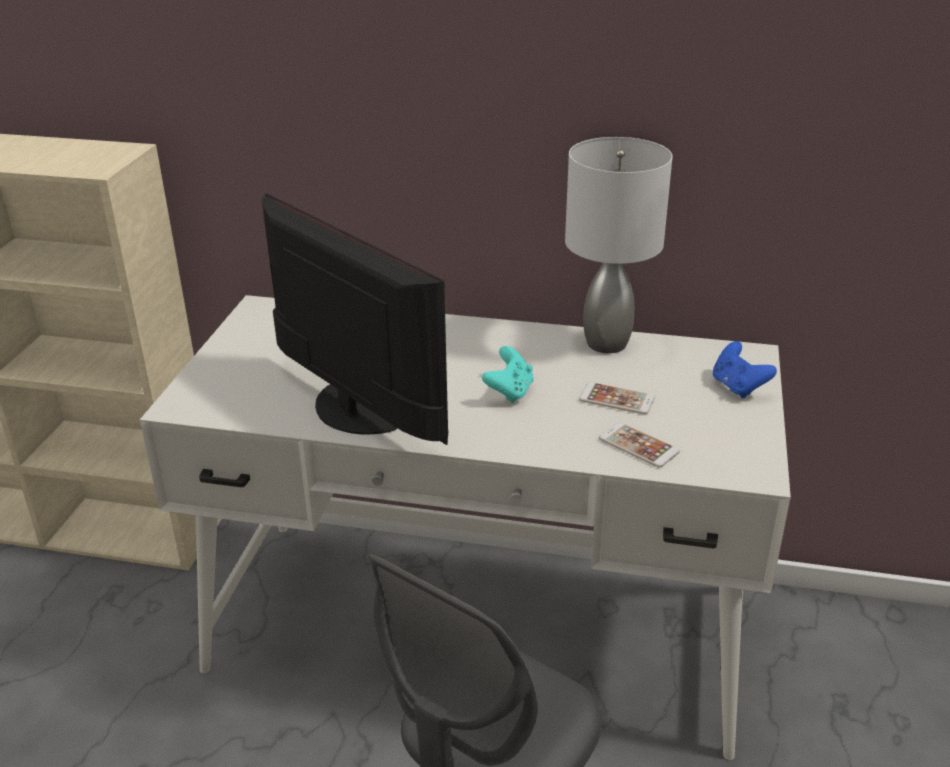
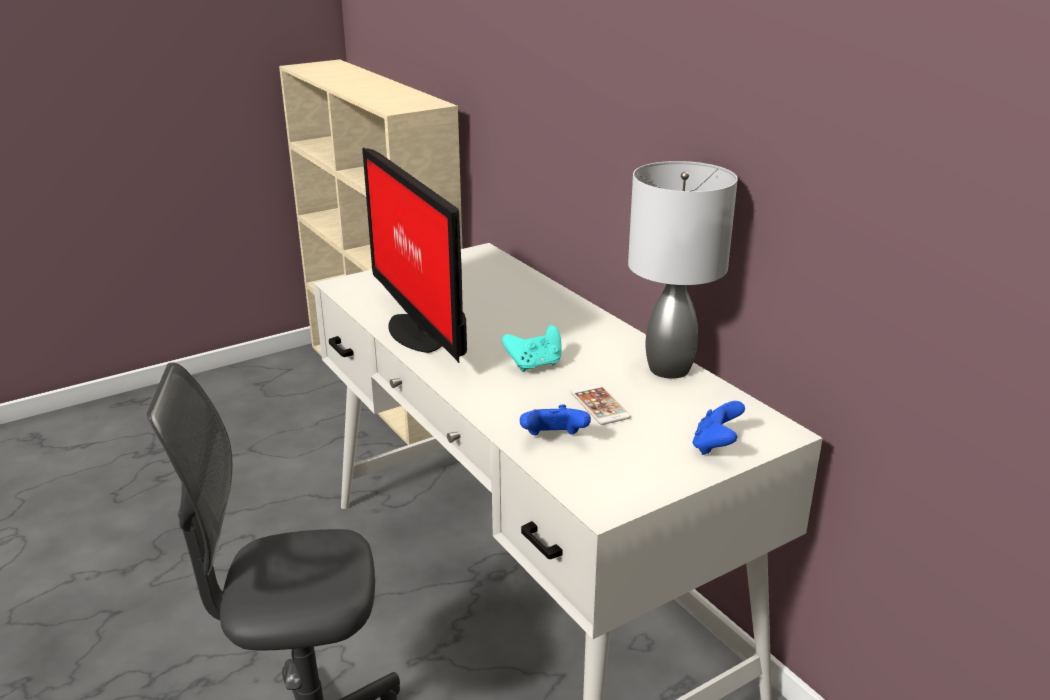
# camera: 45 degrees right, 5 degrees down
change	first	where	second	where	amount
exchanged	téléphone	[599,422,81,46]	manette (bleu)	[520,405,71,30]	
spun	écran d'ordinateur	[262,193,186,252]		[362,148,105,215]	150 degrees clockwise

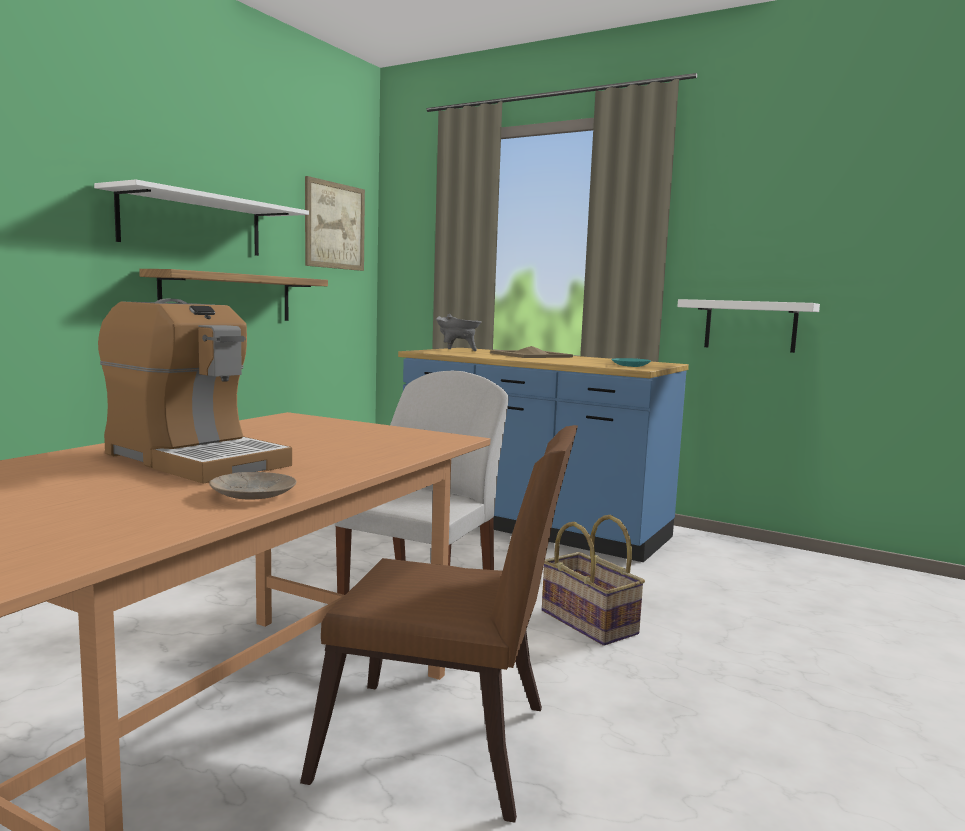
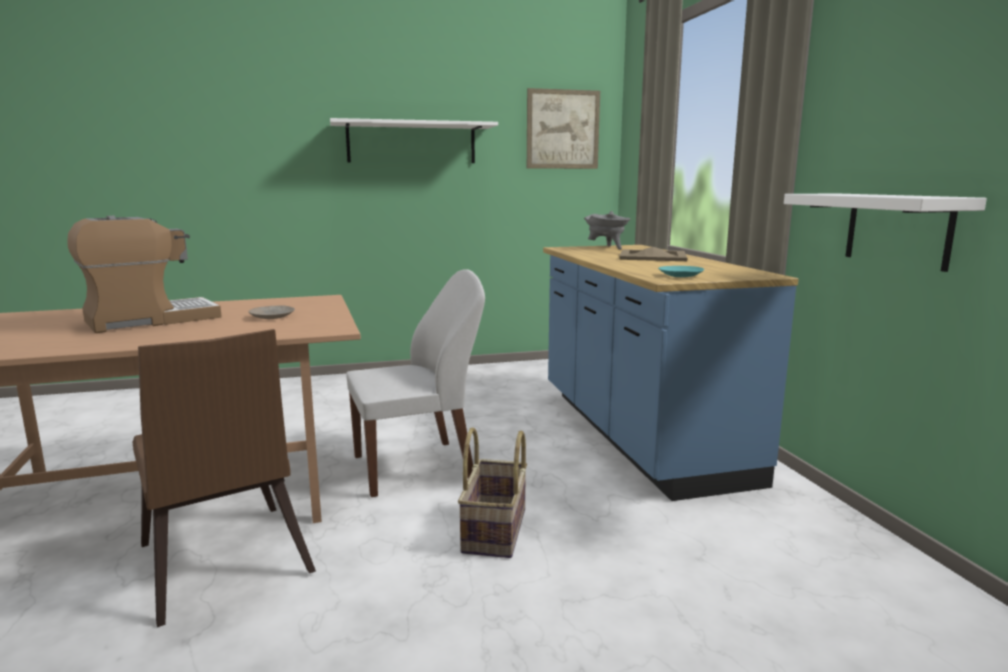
# camera: 45 degrees right, 5 degrees up
change	first	where	second	where	amount
missing	étagère	[139,269,189,52]			
relocated	assiette (beige)	[209,472,88,28]		[248,305,47,14]	
spun	machine à café	[98,299,194,185]		[68,216,154,117]	120 degrees counterclockwise

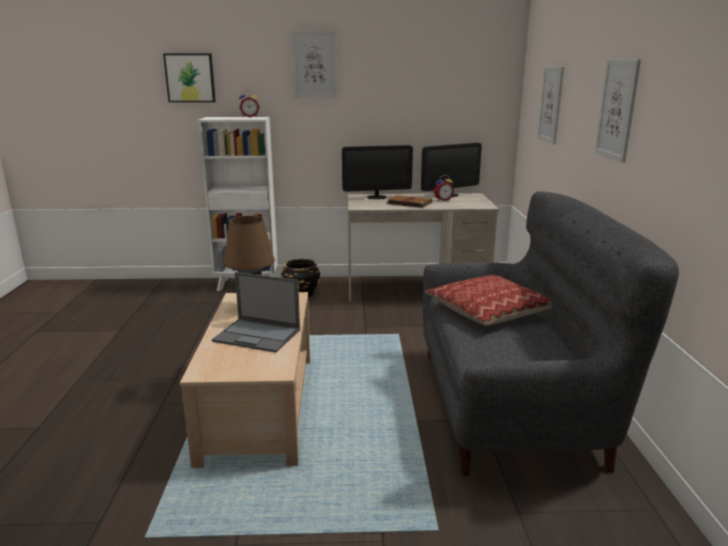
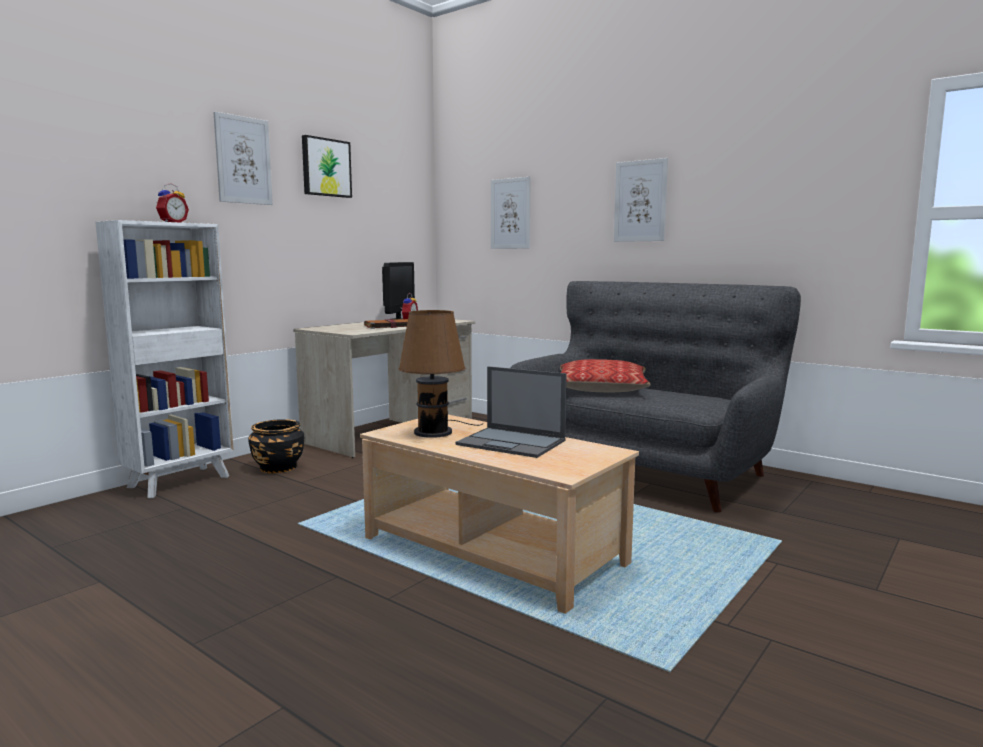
# camera: 50 degrees left, 10 degrees down
change	first	where	second	where	amount
missing	écran d'ordinateur	[342,145,71,54]			
relocated	tableau	[163,53,53,49]		[302,135,50,63]	
spun	ordinateur portable	[212,272,88,81]		[455,366,112,92]	60 degrees clockwise

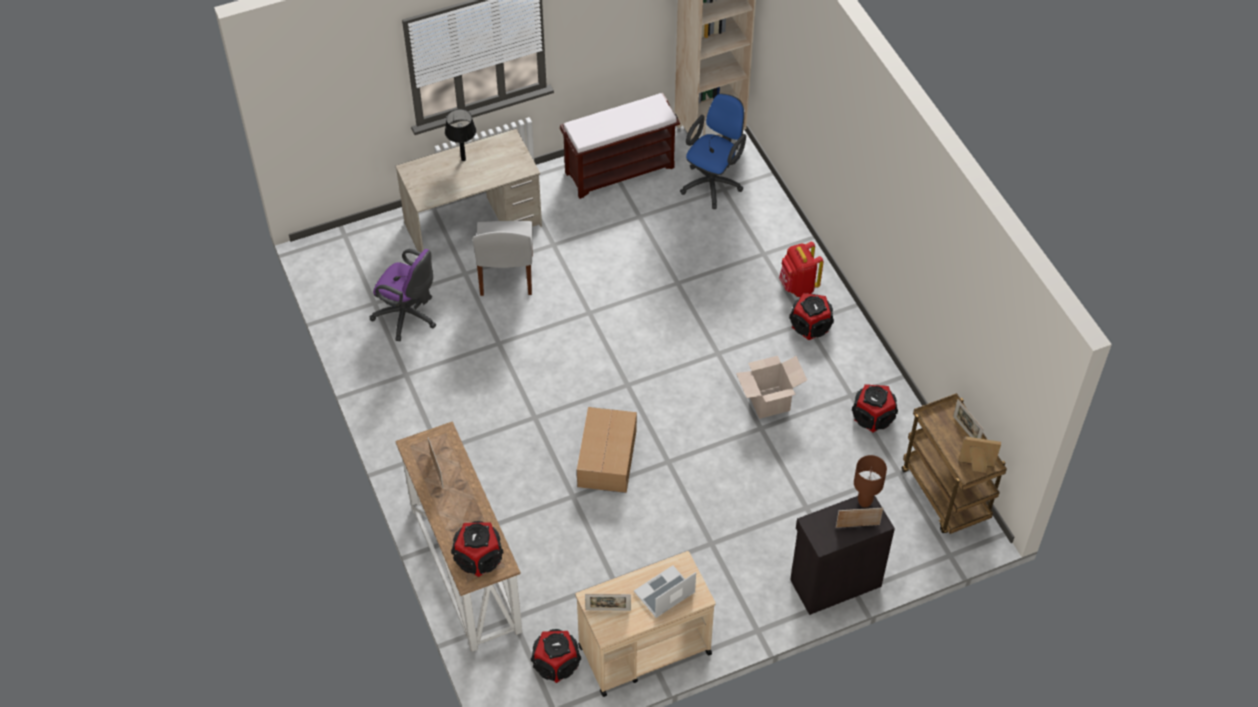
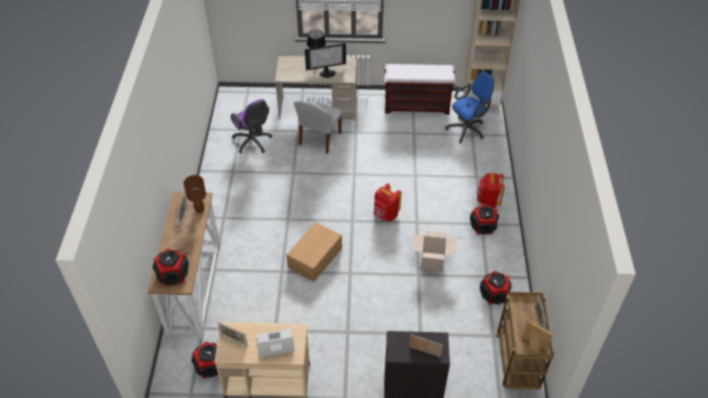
# camera: 25 degrees right, 5 degrees down
change	first	where	second	where	amount
appeared			écran d'ordinateur	[305,43,41,35]	
appeared			sac à dos (rouge)	[374,183,27,39]	
relocated	lampe de table (marron)	[854,455,33,53]		[183,175,23,38]	

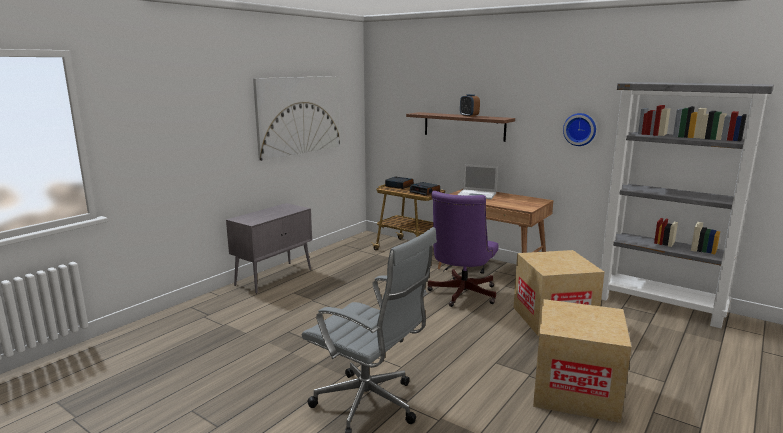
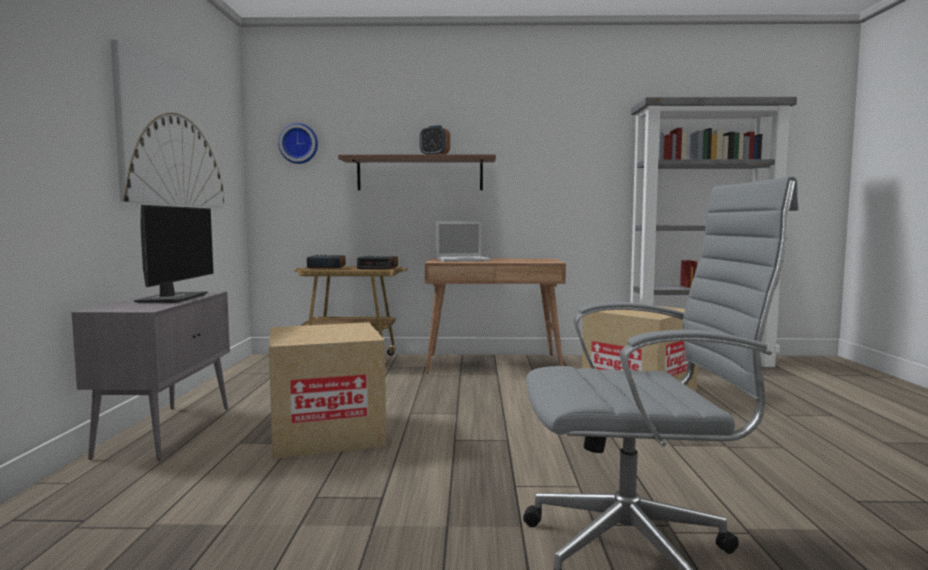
# camera: 35 degrees left, 10 degrees down
change	first	where	second	where	amount
missing	chaise de bureau (violet)	[427,191,71,116]			
appeared			écran d'ordinateur	[134,205,80,98]	
relocated	carton	[533,299,99,124]		[269,322,117,137]	
relocated	horloge murale	[563,113,33,33]		[278,123,40,41]	

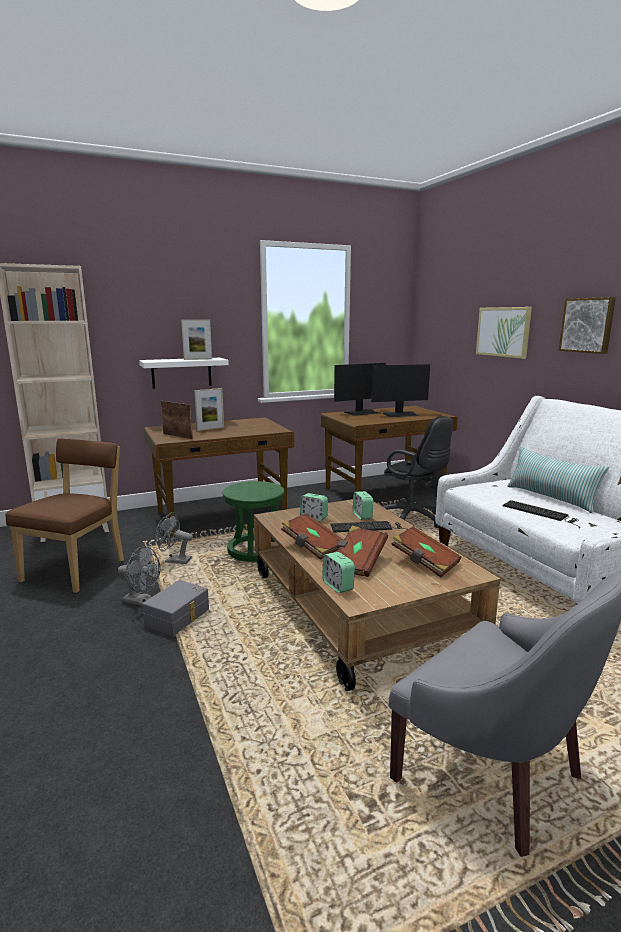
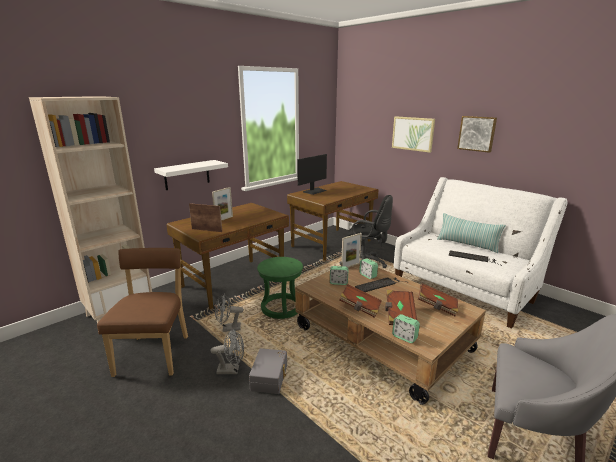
# camera: 20 degrees left, 5 degrees up
change	first	where	second	where	amount
missing	écran d'ordinateur	[371,364,59,53]			
relocated	cadre photo	[181,319,31,41]		[341,233,21,35]	

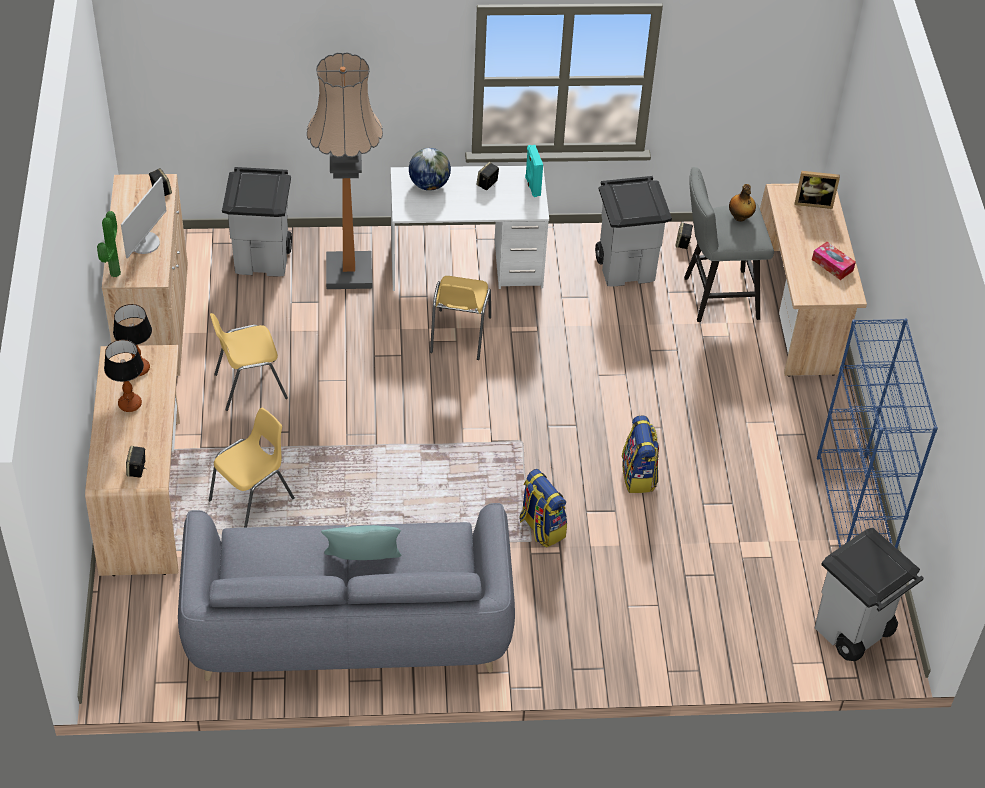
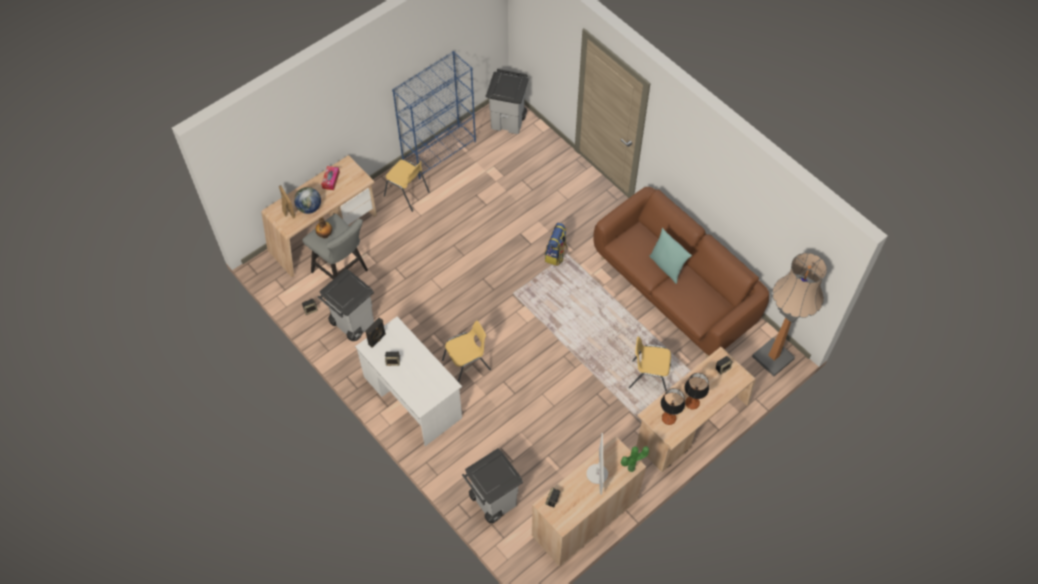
# camera: 125 degrees left, 10 degrees up
change	first	where	second	where	amount
missing	sac à dos	[622,416,37,77]			
relocated	chaise (jaune)	[210,313,78,98]		[384,160,46,52]	
relocated	lampadaire	[307,52,76,237]		[752,252,75,124]	
relocated	globe	[409,148,42,43]		[294,187,27,27]	
colour	canapé (gris)	[178,503,337,178]	canapé (marron)	[593,187,176,171]	
colour	enceinte (turquoise)	[525,145,18,52]	enceinte (noir)	[365,318,21,30]	
spun	écran d'ordinateur	[121,177,46,82]		[586,433,22,62]	105 degrees clockwise

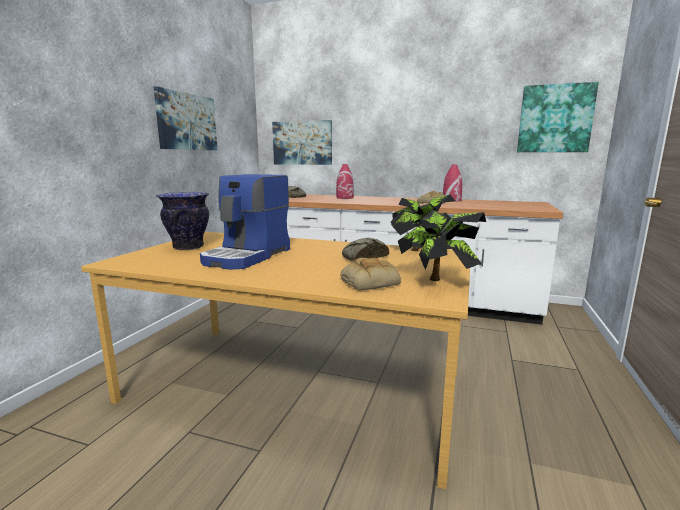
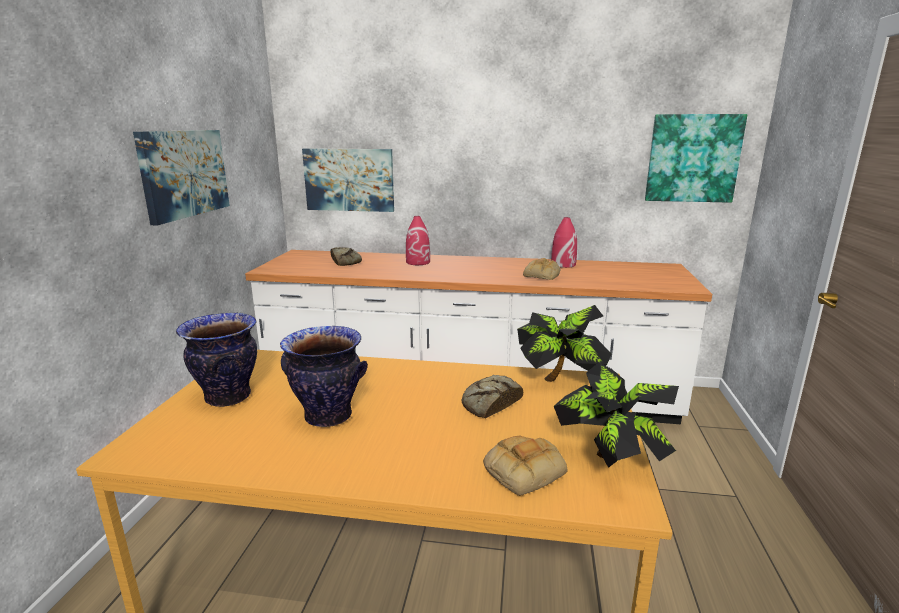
# camera: 10 degrees left, 5 degrees up
change	first	where	second	where	amount
exchanged	machine à café	[200,174,90,96]	vase	[280,326,88,101]	

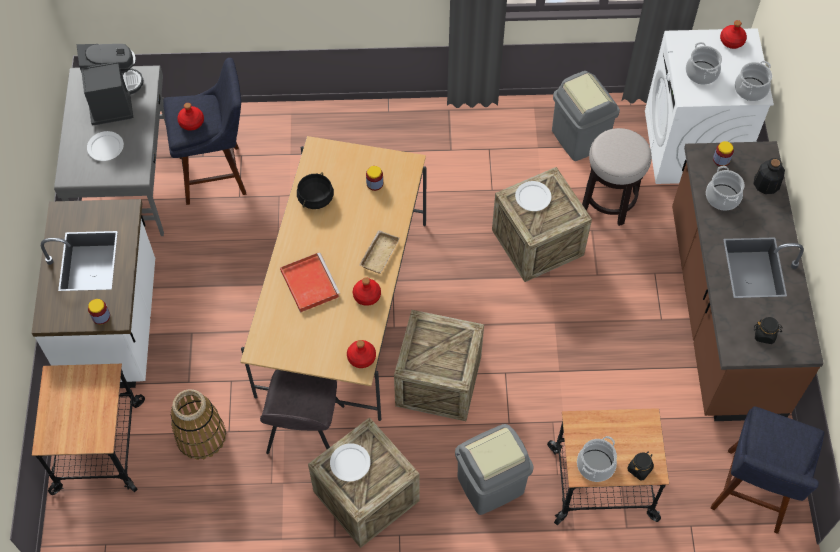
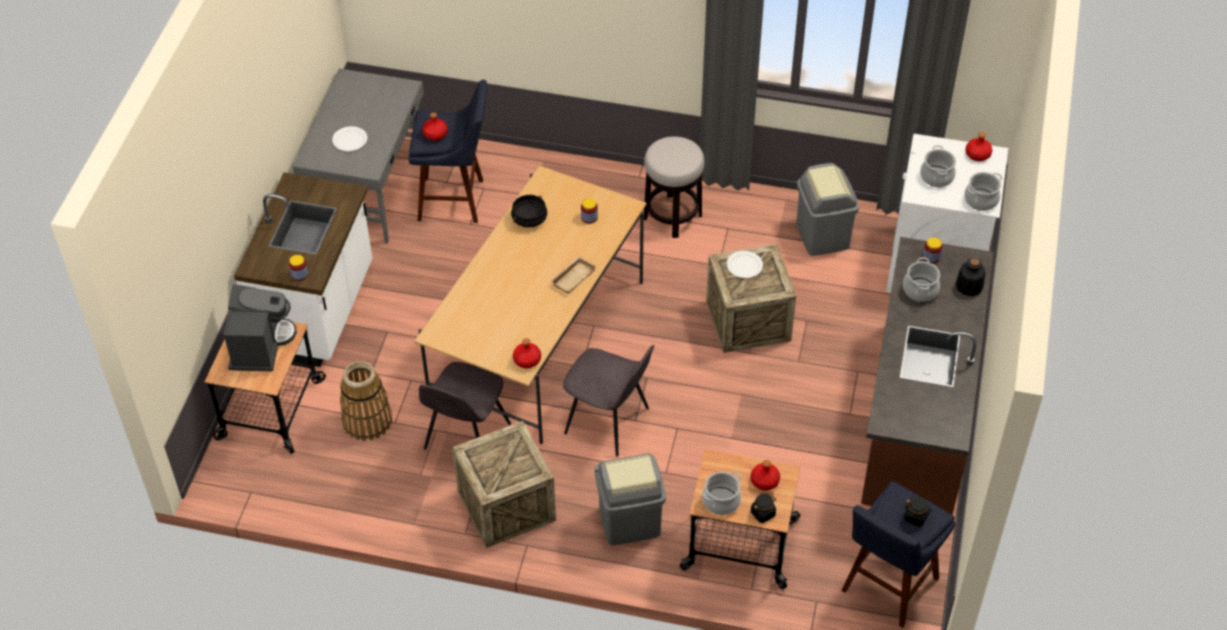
# camera: 15 degrees right, 10 degrees down
change	first	where	second	where	amount
missing	plateau (rouge)	[280,252,60,61]			
missing	assiette (blanc)	[330,443,41,39]			
relocated	machine à café	[77,44,66,81]		[224,284,73,87]	
relocated	bouteille (rouge)	[353,277,28,29]		[751,460,29,31]	
relocated	tabouret	[582,128,70,98]		[644,136,61,102]	
relocated	bocal (noir)	[754,317,29,27]		[904,497,28,30]	
exchanged	caisse	[394,310,90,111]	chaise (gris)	[563,345,91,112]	

